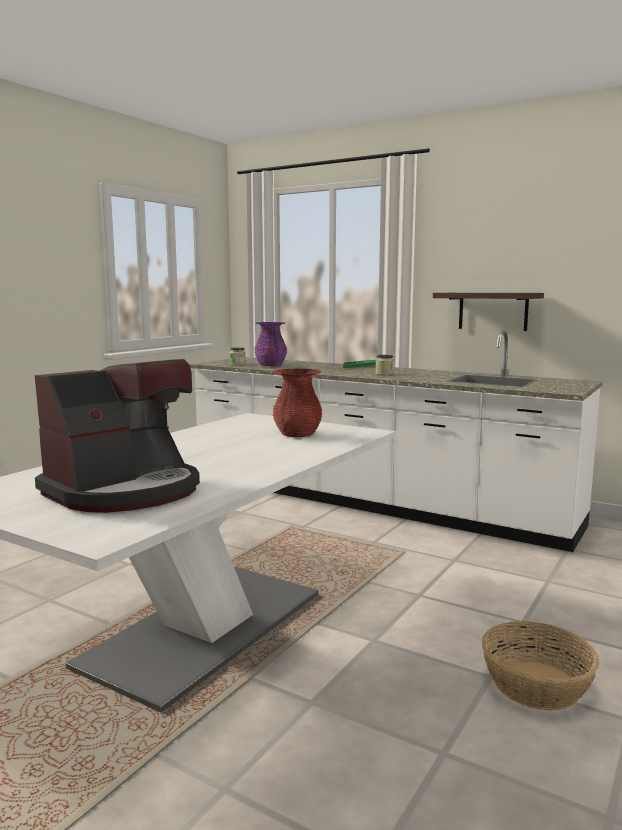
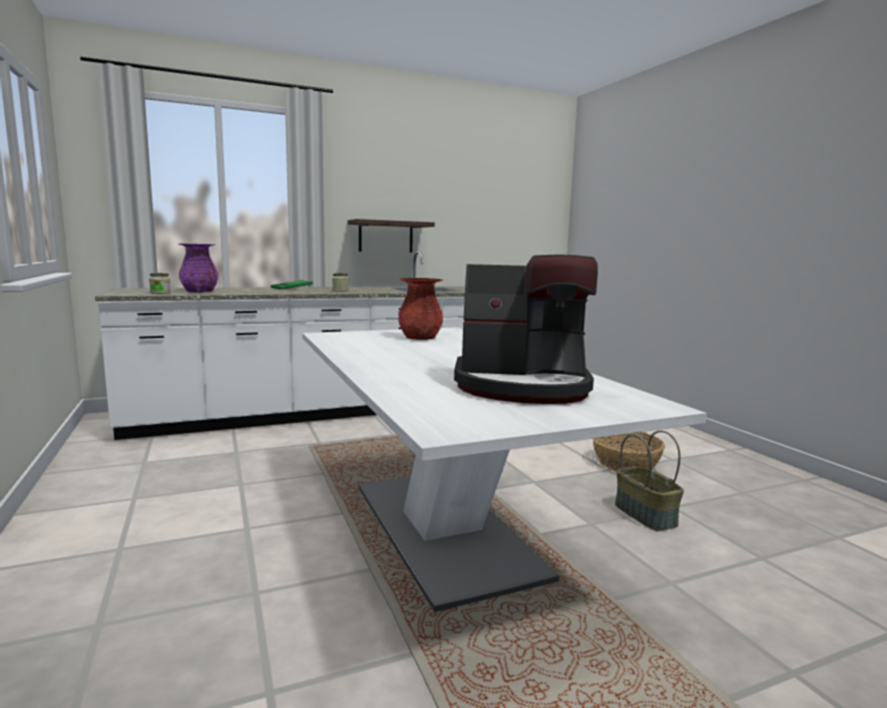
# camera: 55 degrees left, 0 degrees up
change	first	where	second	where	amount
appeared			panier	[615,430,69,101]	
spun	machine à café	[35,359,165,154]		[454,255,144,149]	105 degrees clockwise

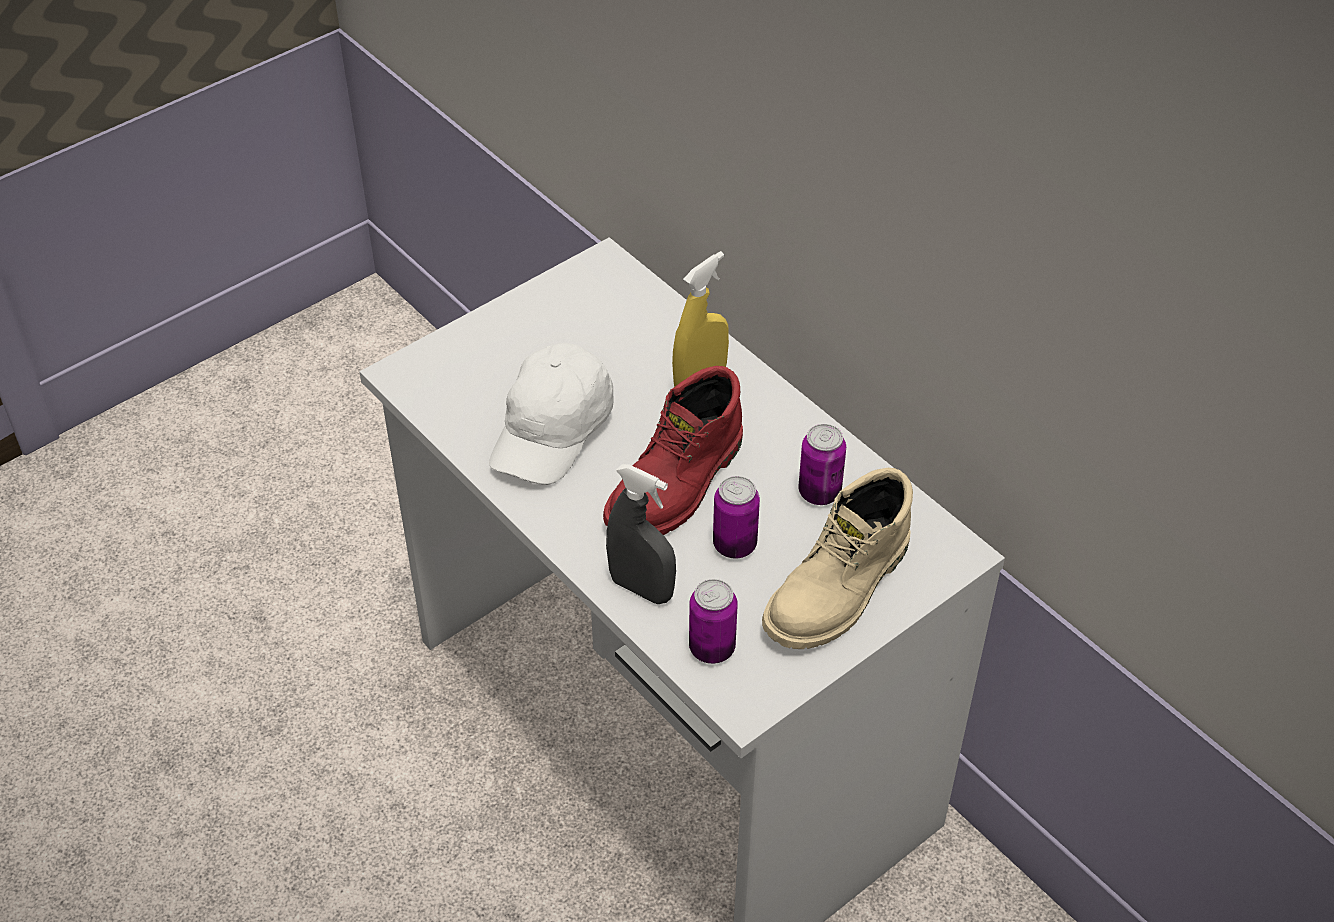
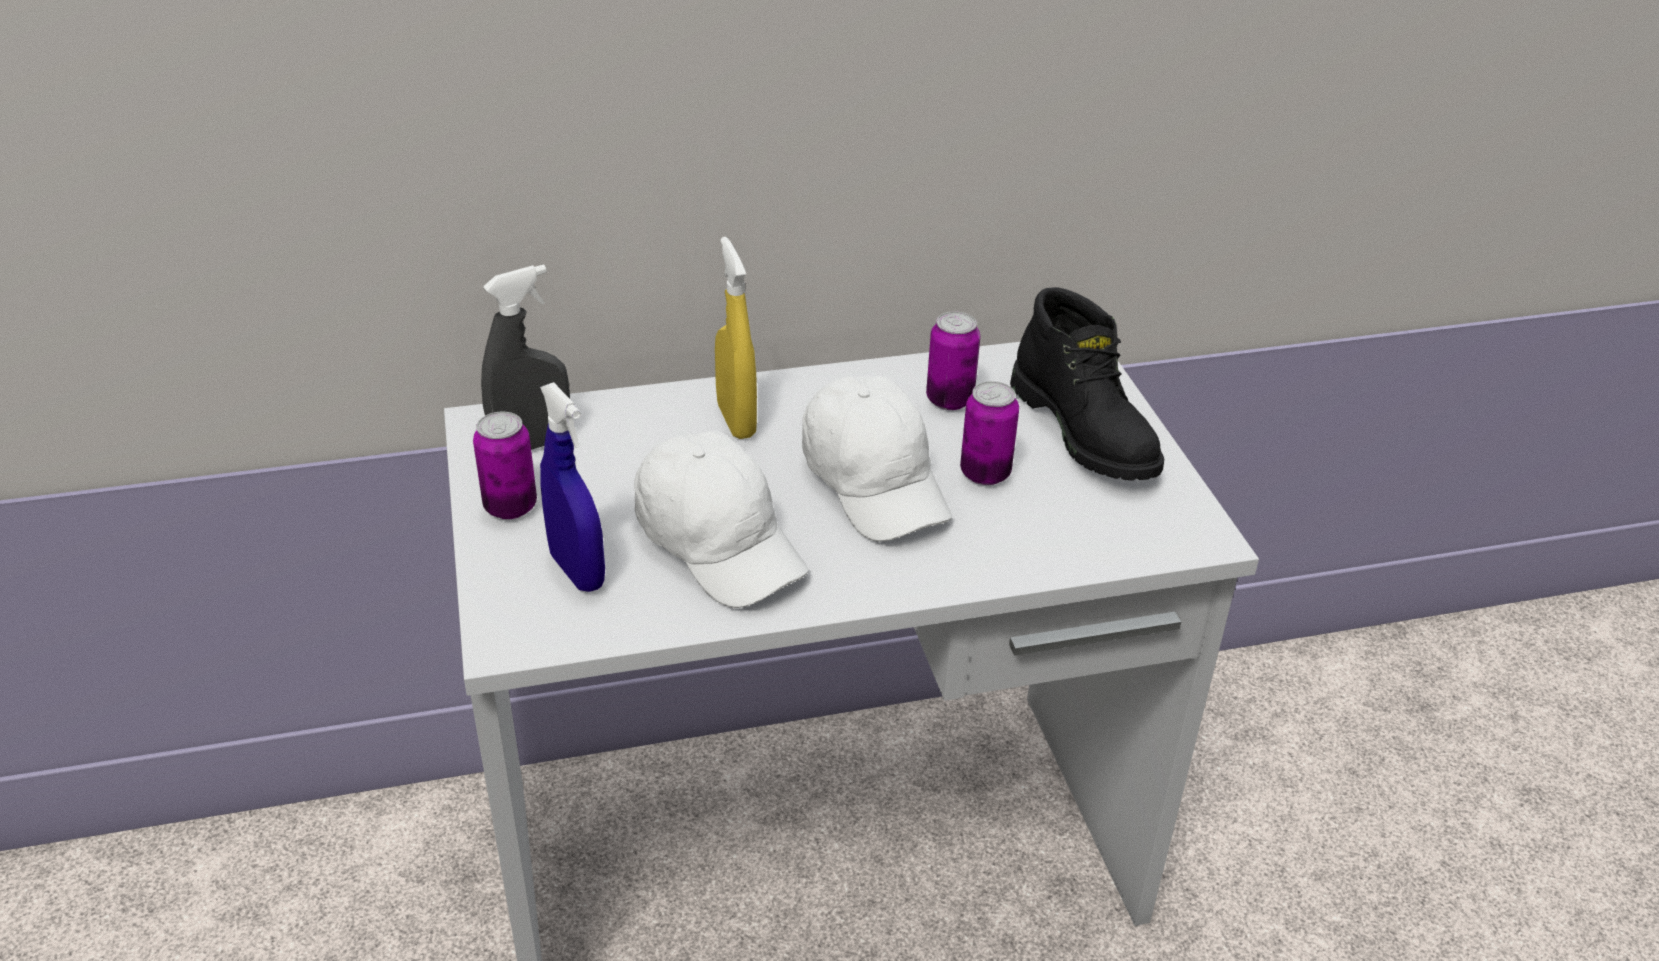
# camera: 65 degrees left, 10 degrees down
change	first	where	second	where	amount
appeared			vaporisateur (bleu)	[540,382,65,210]	
relocated	vaporisateur (gris)	[606,464,70,140]		[481,264,89,186]	
relocated	boîte métallique	[689,579,49,85]		[473,412,64,107]	
exchanged	botte (rouge)	[603,366,140,169]	casquette (blanc)	[802,376,150,166]	
colour	botte (beige)	[762,468,151,181]	botte (noir)	[1010,287,154,194]	

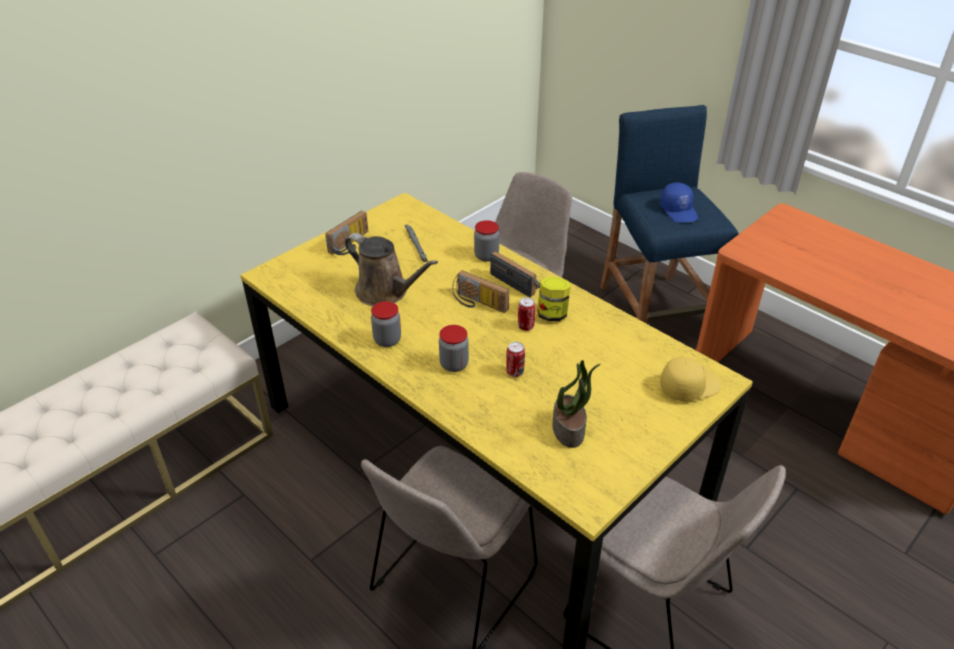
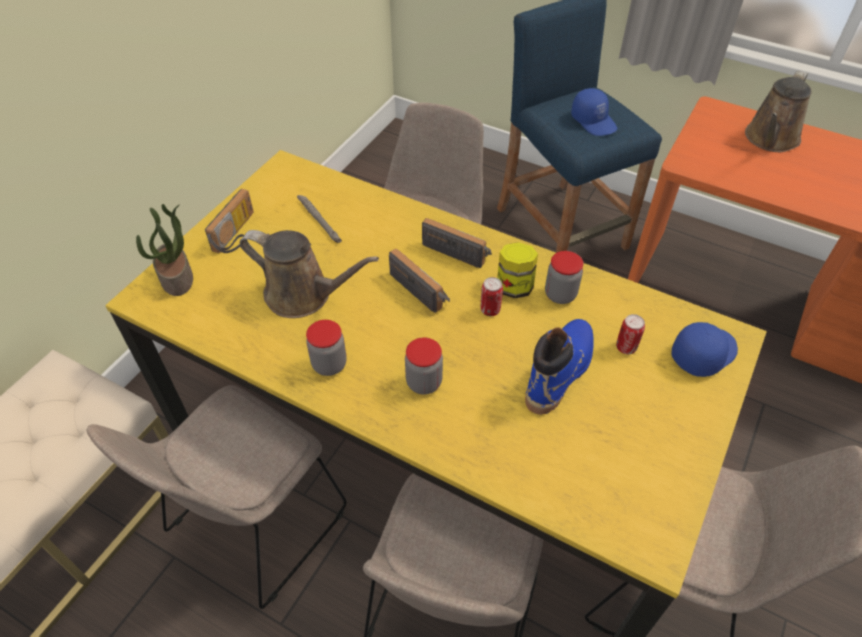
# camera: 15 degrees left, 10 degrees up
change	first	where	second	where	amount
appeared			chaise (beige)	[87,385,259,224]	
appeared			botte (bleu)	[525,319,69,96]	
appeared			arrosoir (marron)	[745,71,67,81]	
relocated	bocal	[474,220,25,42]		[545,251,39,53]	
relocated	boîte métallique	[506,342,19,35]		[616,314,29,40]	
relocated	plante en pot	[552,360,49,88]		[136,204,57,92]	
colour	casquette (jaune)	[660,357,61,44]	casquette (bleu)	[671,322,67,55]	
spun	radio	[452,270,57,43]		[389,249,61,64]	150 degrees counterclockwise

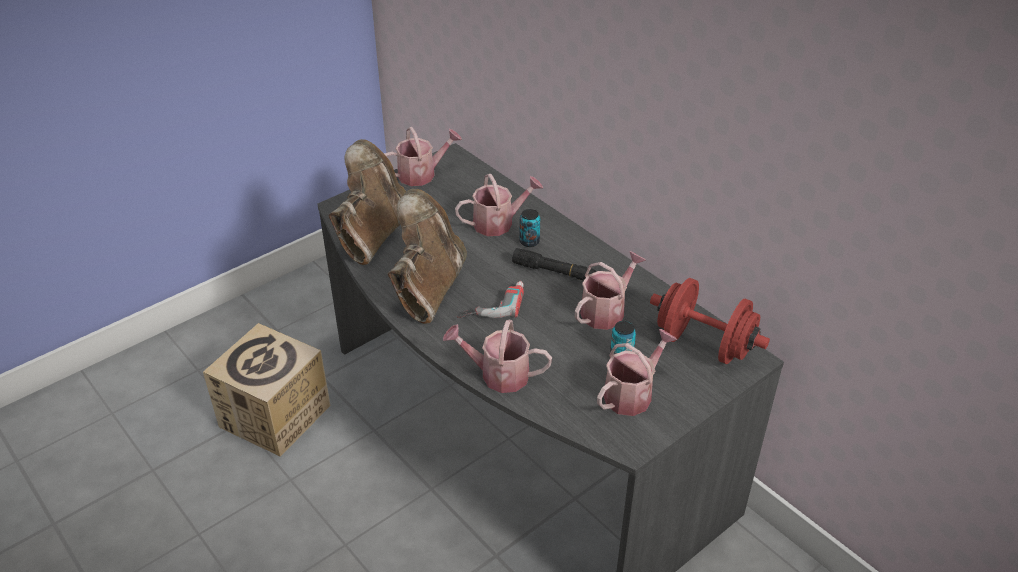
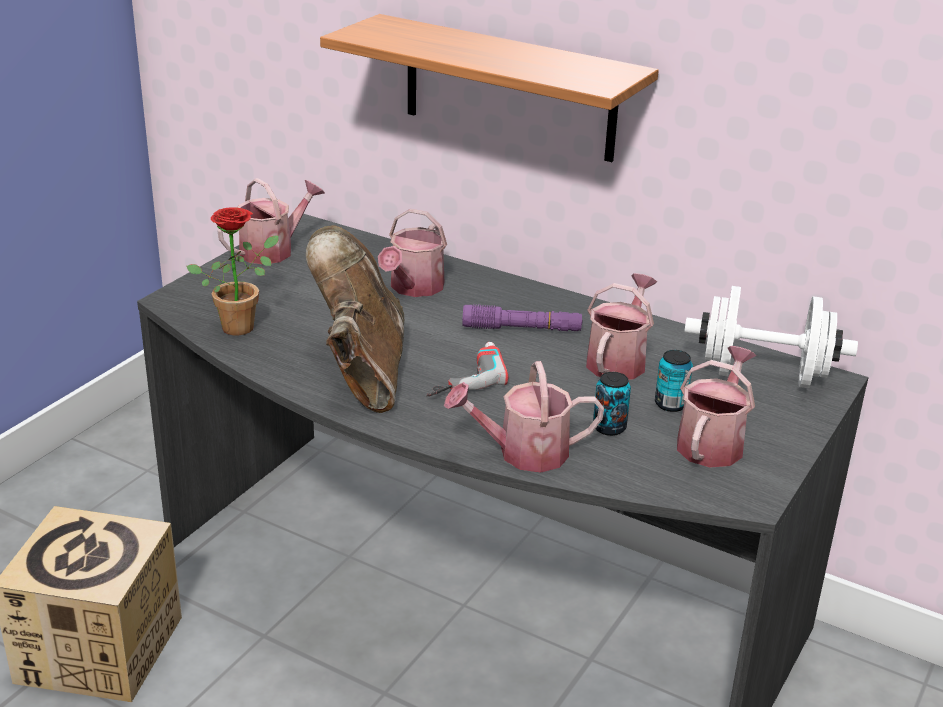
# camera: 20 degrees left, 10 degrees down
change	first	where	second	where	amount
appeared			étagère	[320,14,339,148]	
relocated	boîte métallique	[519,209,21,38]		[593,372,38,64]	
exchanged	botte (marron)	[328,139,78,126]	plante en pot	[187,207,92,129]	
colour	lampe de poche (noir)	[512,248,84,32]	lampe de poche (violet)	[462,304,120,27]	
colour	haltère (rouge)	[650,278,120,86]	haltère (blanc)	[684,286,174,102]	
spun	arrosoir	[455,174,88,62]		[378,209,69,88]	150 degrees clockwise

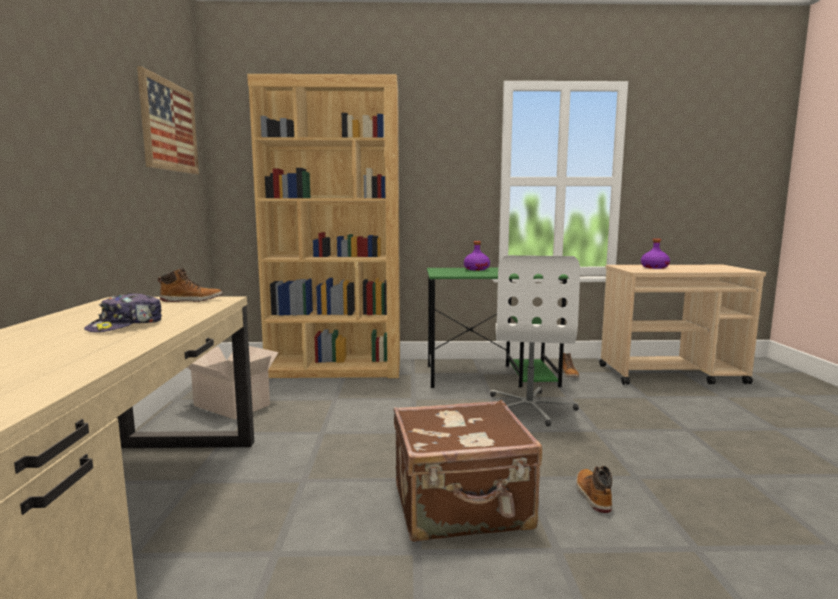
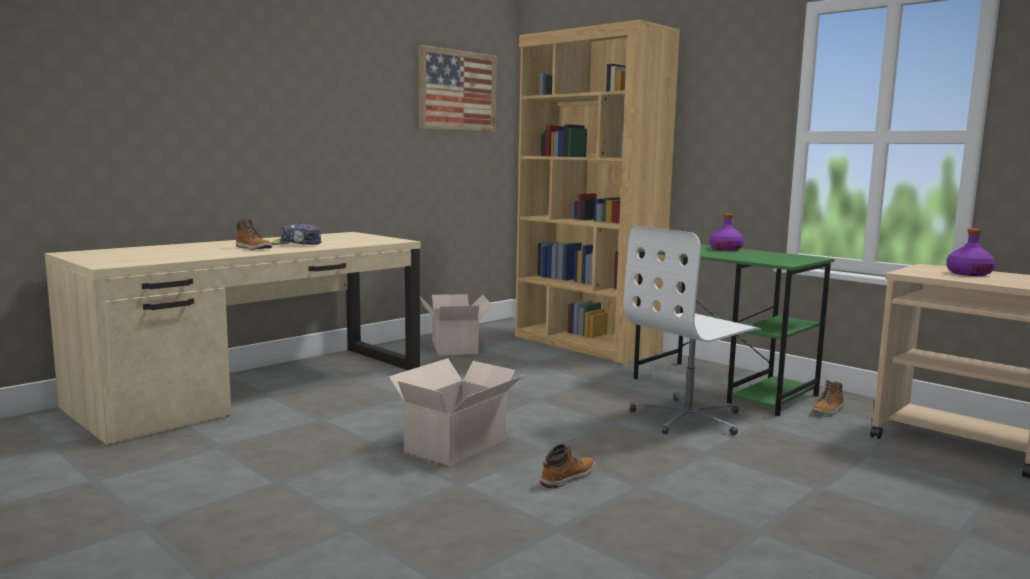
# camera: 45 degrees right, 0 degrees up
change	first	where	second	where	amount
relocated	botte	[158,268,65,34]		[236,219,36,31]	
exchanged	valise (marron)	[393,400,149,142]	carton	[389,358,134,108]	

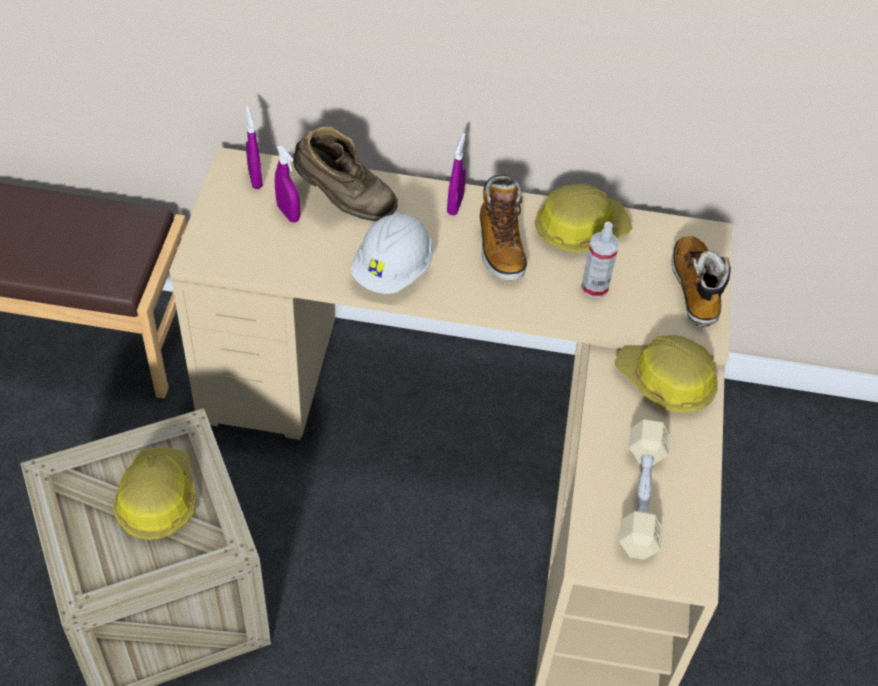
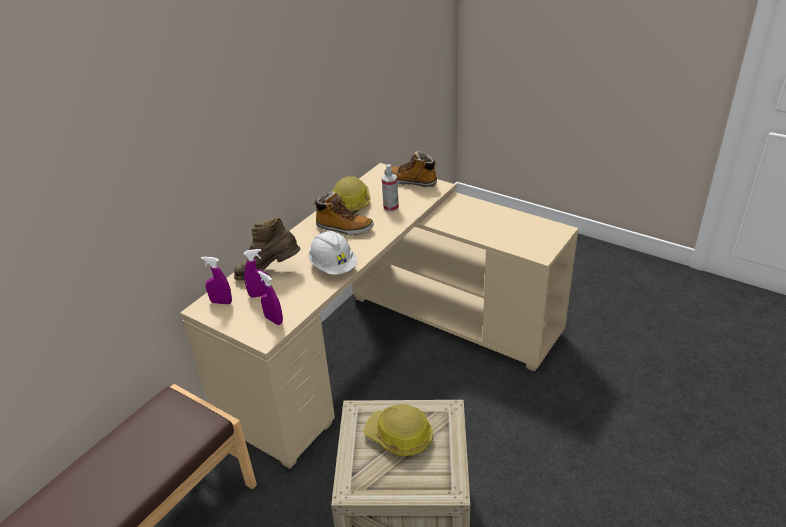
# camera: 60 degrees left, 15 degrees down
change	first	where	second	where	amount
missing	casque de chantier	[614,335,104,77]			
missing	haltère (beige)	[619,419,51,141]			
relocated	vaporisateur (violet)	[447,133,19,82]		[258,271,25,54]	
spun	botte (marron)	[293,127,105,94]		[234,217,66,63]	150 degrees counterclockwise

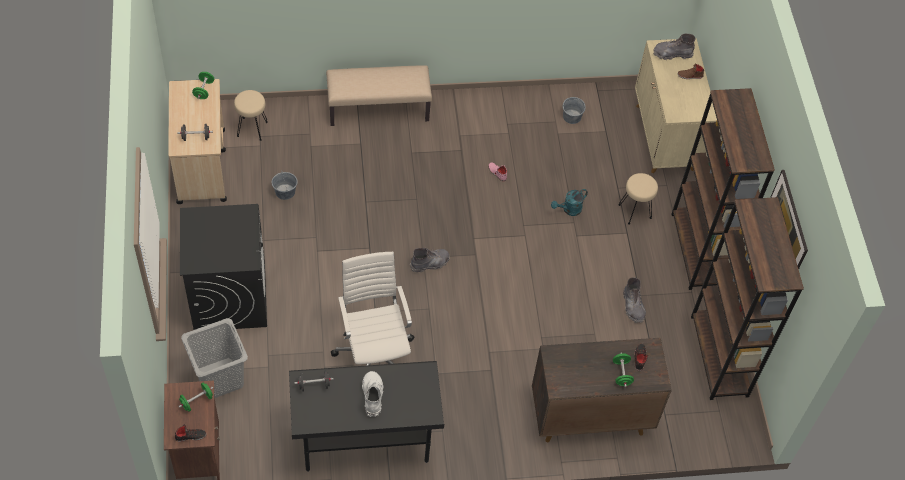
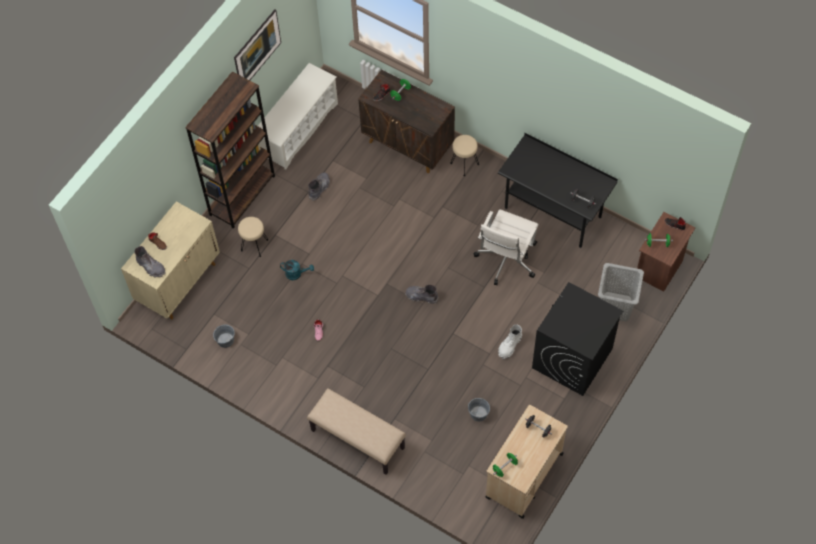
# camera: 135 degrees left, 5 degrees up
change	first	where	second	where	amount
relocated	tabouret (beige)	[234,90,34,51]		[450,135,29,41]	
relocated	botte (blanc)	[362,371,21,46]		[498,325,24,35]	
exchanged	bibliothèque (marron)	[691,197,113,203]	étagère à chaussures (blanc)	[258,63,80,107]	

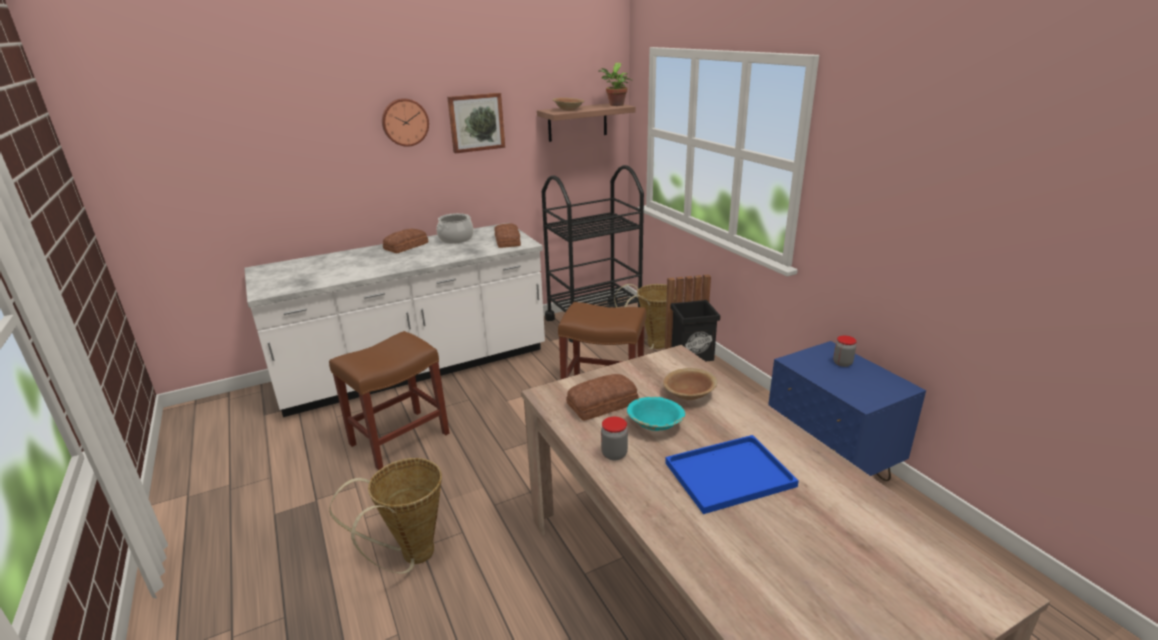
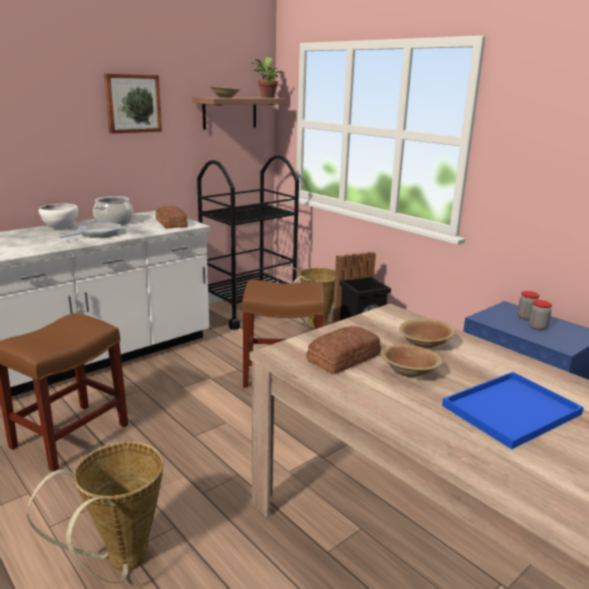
# camera: 15 degrees left, 5 degrees down
change	first	where	second	where	amount
missing	horloge murale	[382,98,47,49]			
appeared			poêle	[59,222,62,16]	
relocated	bocal	[601,417,27,44]		[529,300,23,30]	
exchanged	pain	[383,229,45,24]	bol (blanc)	[39,203,39,27]	
colour	bol (turquoise)	[627,397,58,34]	bol (marron)	[381,344,62,33]	

